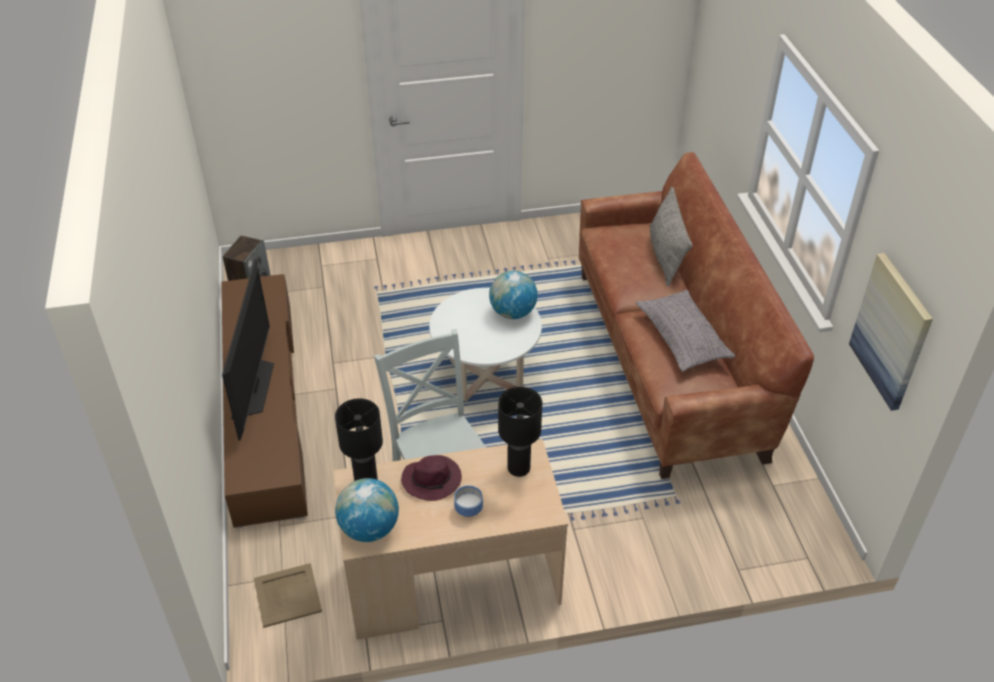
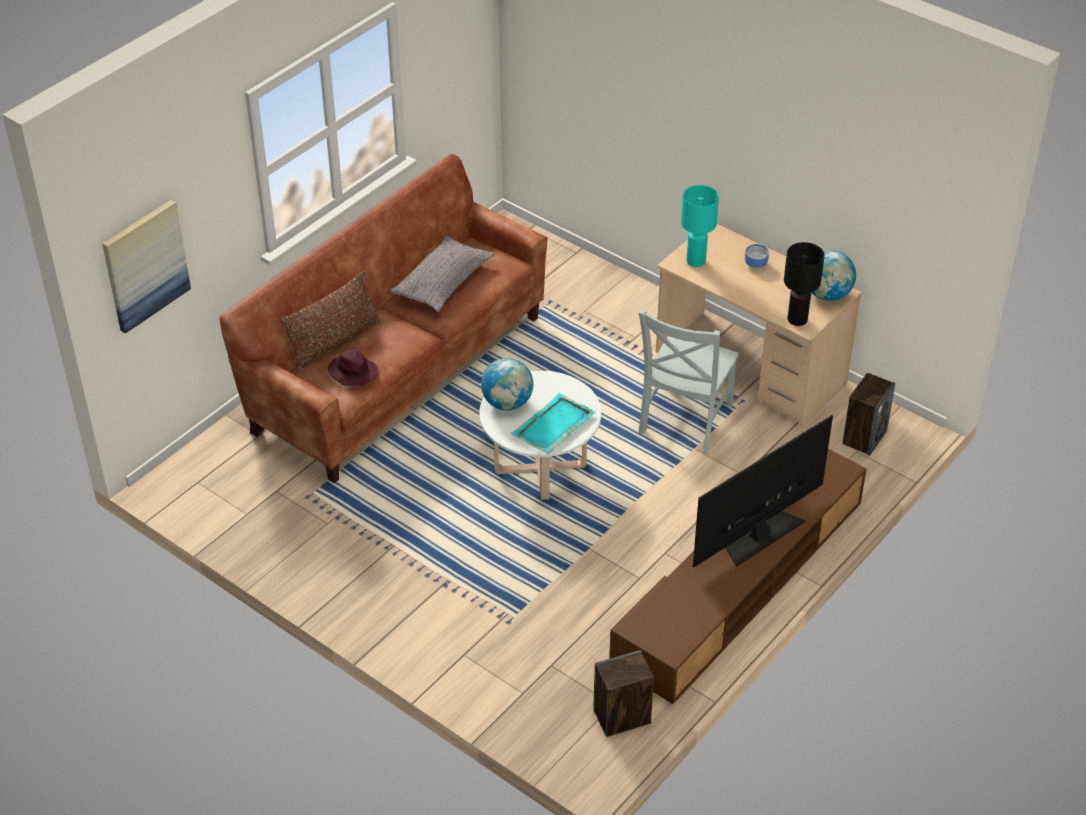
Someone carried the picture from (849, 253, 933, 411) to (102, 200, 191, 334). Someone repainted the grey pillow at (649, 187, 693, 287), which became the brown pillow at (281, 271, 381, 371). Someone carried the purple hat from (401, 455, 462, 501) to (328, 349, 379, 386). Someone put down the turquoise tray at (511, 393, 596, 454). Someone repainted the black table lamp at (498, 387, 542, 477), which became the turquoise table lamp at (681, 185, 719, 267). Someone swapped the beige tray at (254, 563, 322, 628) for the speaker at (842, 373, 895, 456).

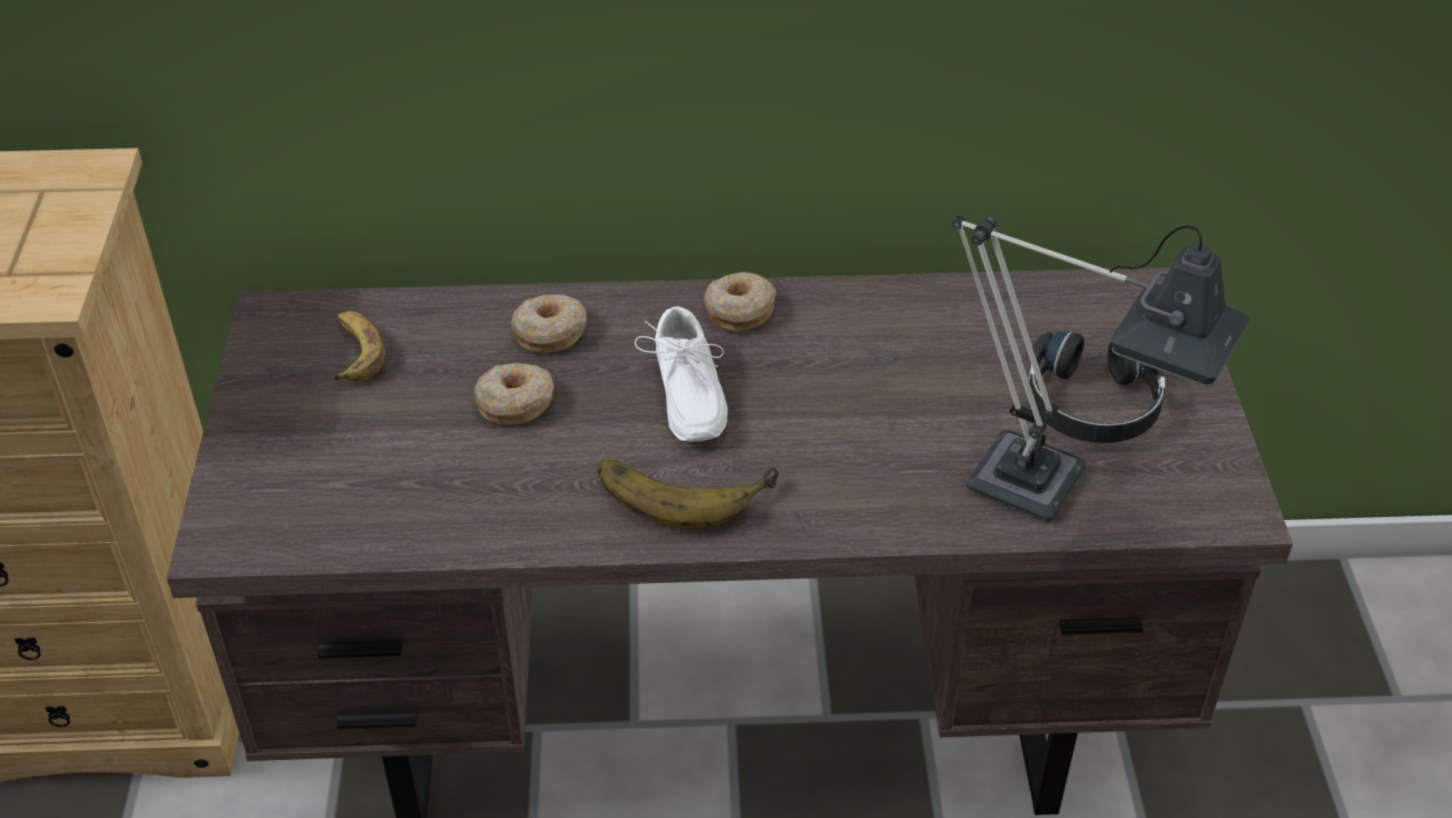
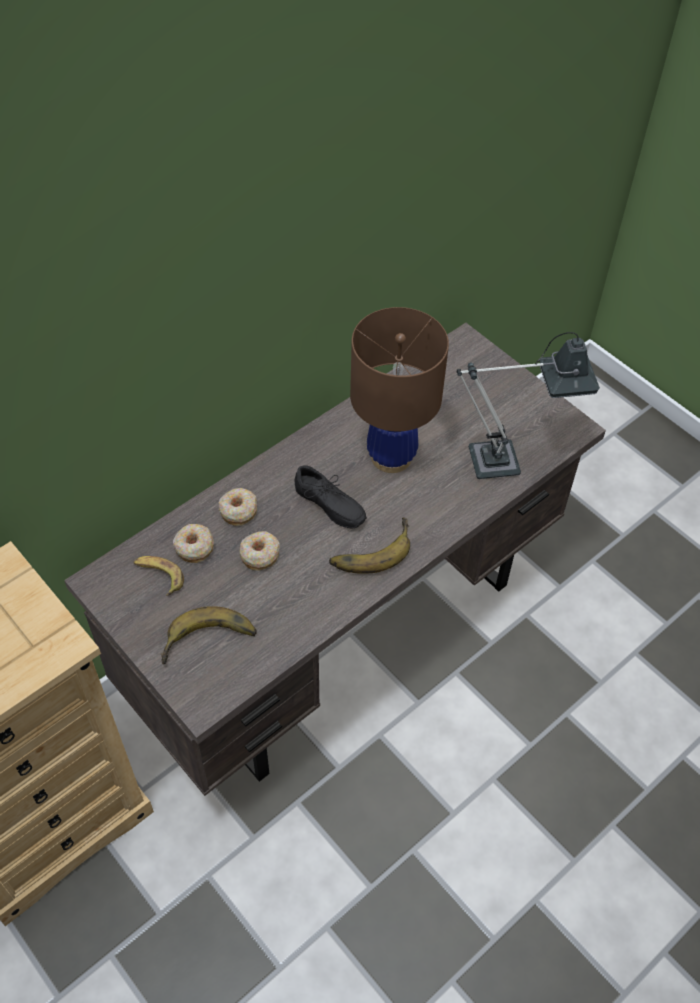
Someone put down the banana at (161, 606, 257, 664). Someone carried the donut from (704, 272, 776, 332) to (173, 524, 214, 563). Someone repainted the white shoe at (635, 307, 728, 442), which became the black shoe at (295, 465, 367, 528). Someone put down the brown table lamp at (350, 307, 449, 473). Someone took away the black headphones at (1029, 331, 1165, 443).

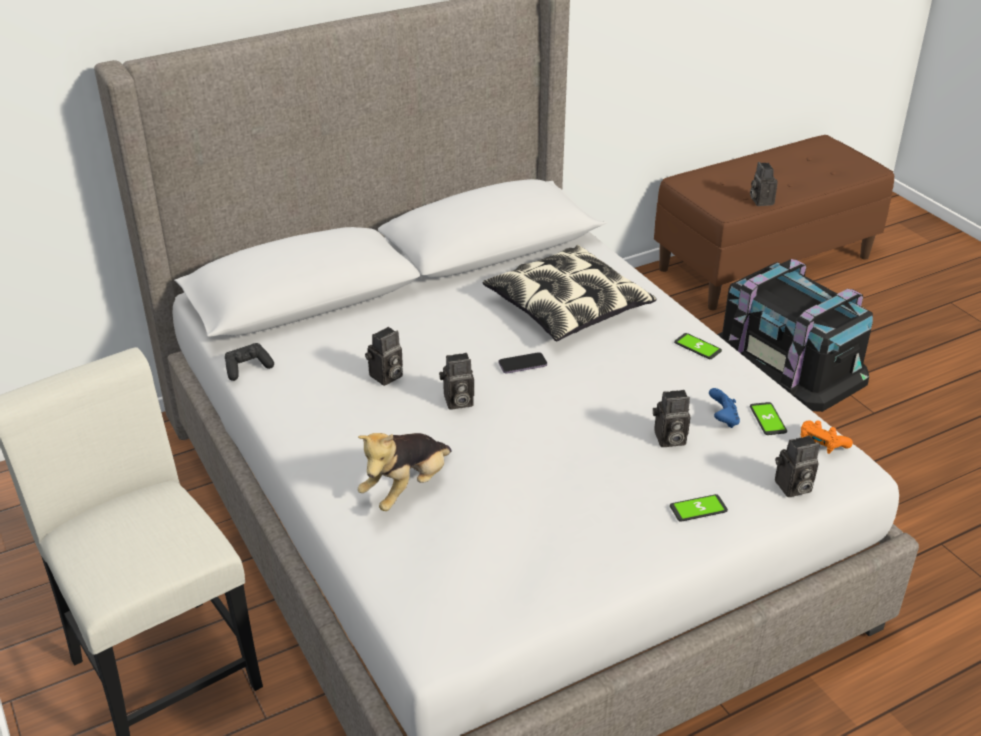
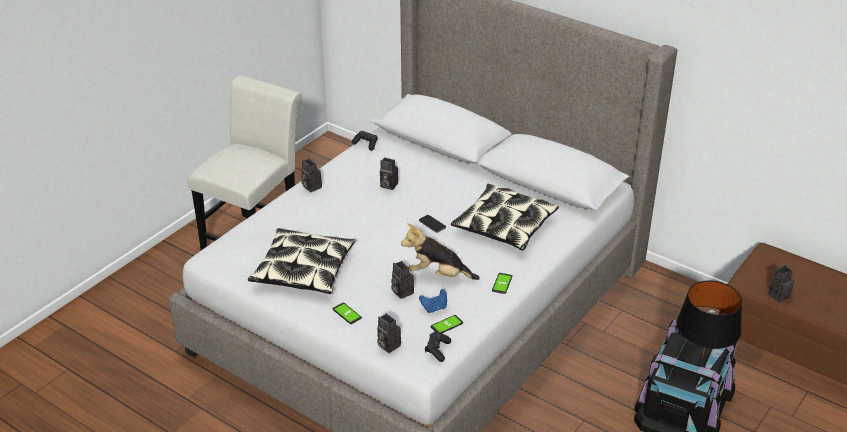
Someone put down the pillow at (248, 228, 356, 294). Someone carried the photo camera from (439, 353, 474, 410) to (301, 159, 322, 192). Someone carried the plush toy from (358, 433, 452, 511) to (401, 223, 480, 280). Someone repainted the orange game controller at (801, 420, 853, 454), which became the black game controller at (425, 332, 451, 362). Someone put down the black table lamp at (676, 281, 742, 358).

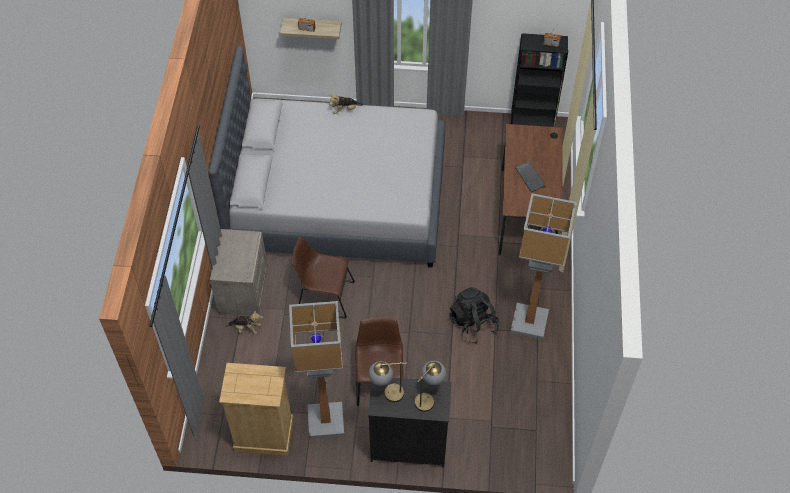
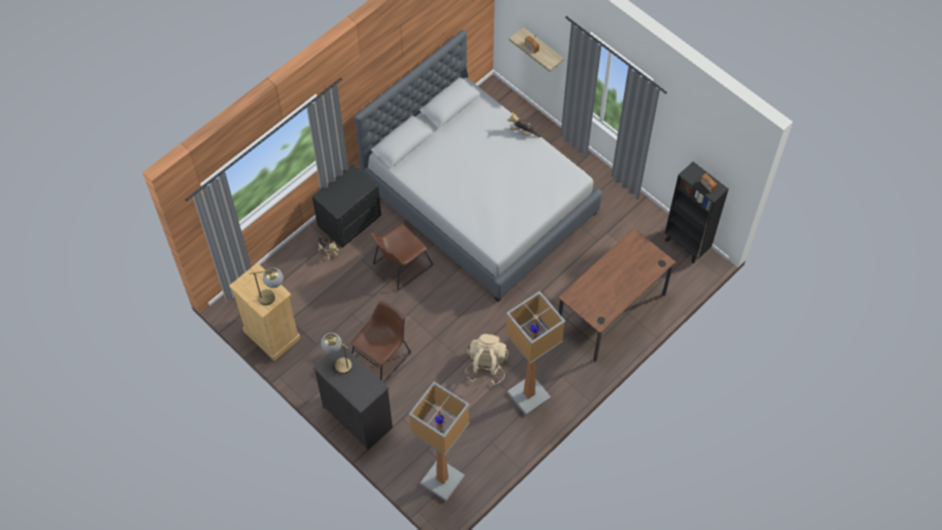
Someone carried the table lamp from (415, 361, 446, 412) to (249, 268, 283, 305). Someone repainted the beige nightstand at (210, 229, 268, 316), which became the black nightstand at (312, 163, 381, 248). Someone rotated the brown chair at (292, 237, 355, 319) by 90 degrees counterclockwise. Someone carried the floor lamp from (289, 301, 344, 439) to (409, 382, 470, 502). Someone repainted the black backpack at (450, 287, 499, 344), which became the beige backpack at (465, 334, 508, 385). Someone took away the keyboard at (515, 161, 546, 192).

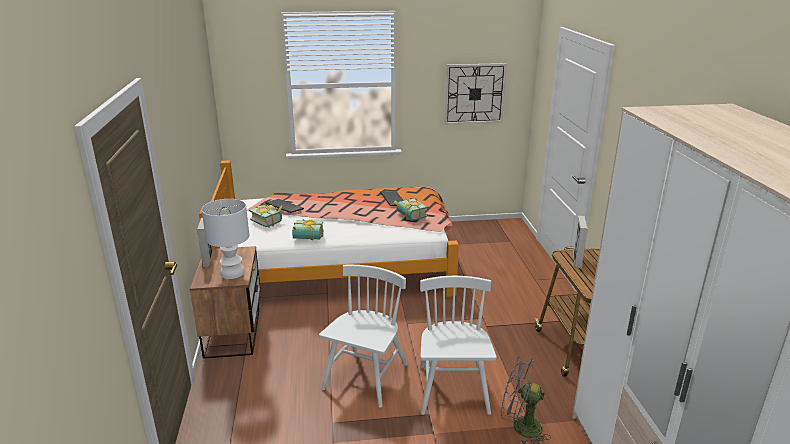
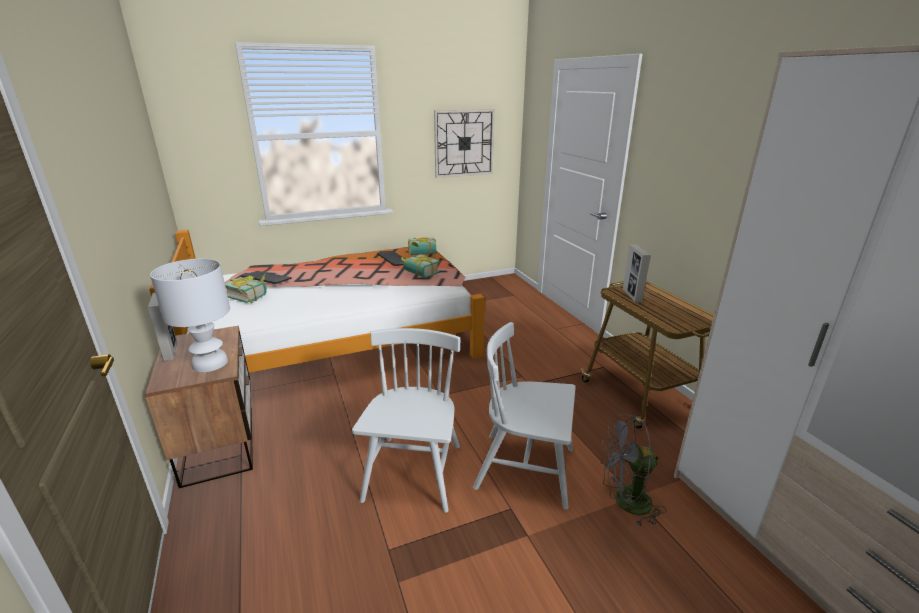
Someone carried the book from (292, 219, 324, 240) to (408, 238, 436, 255). Someone rotated the white chair at (420, 276, 497, 415) by 60 degrees counterclockwise.

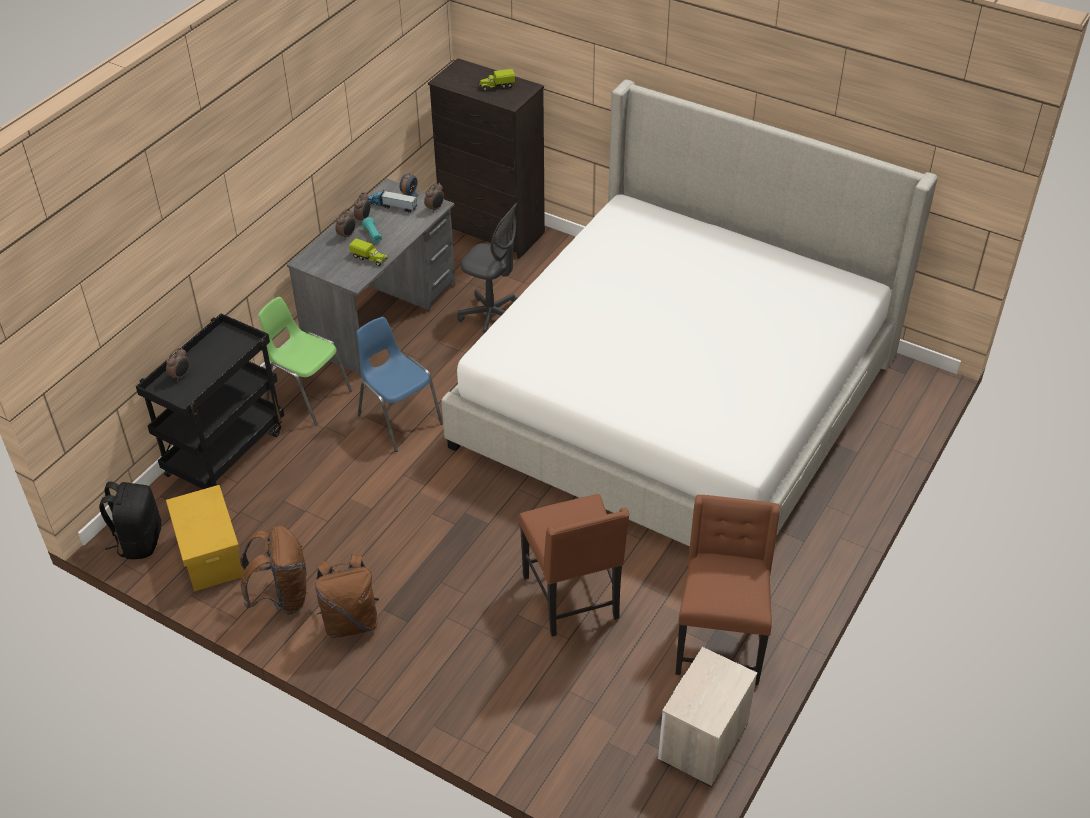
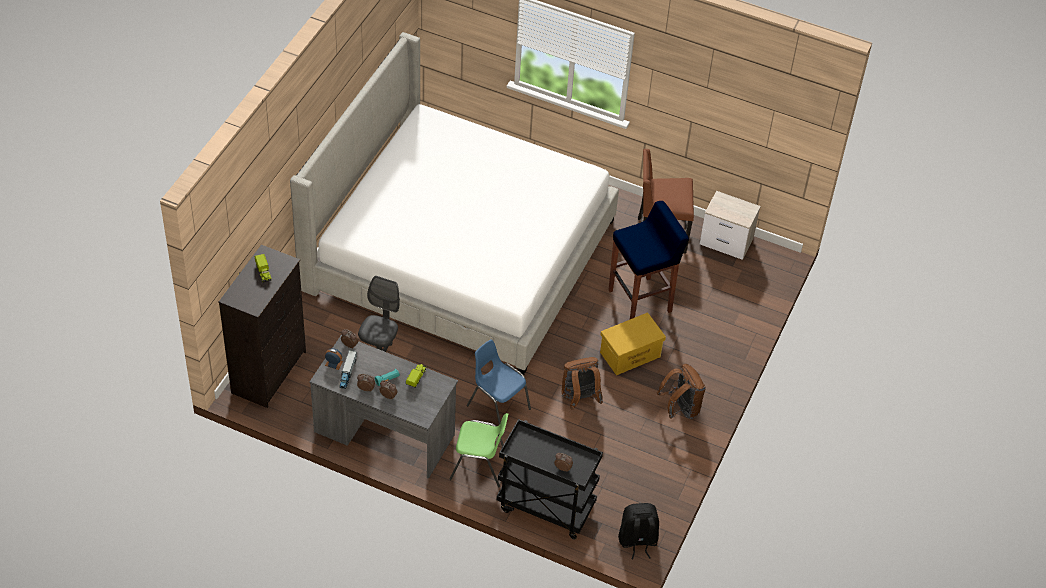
Someone rotated the green chair at (258, 297, 352, 426) by 105 degrees counterclockwise. Someone rotated the blue chair at (356, 317, 443, 452) by 90 degrees clockwise. Someone carried the brown backpack from (240, 526, 308, 614) to (562, 357, 603, 410). Someone carried the yellow storage box from (166, 485, 243, 591) to (600, 312, 666, 375). Someone swapped the brown chair at (519, 494, 630, 637) for the blue stool at (608, 201, 689, 319).

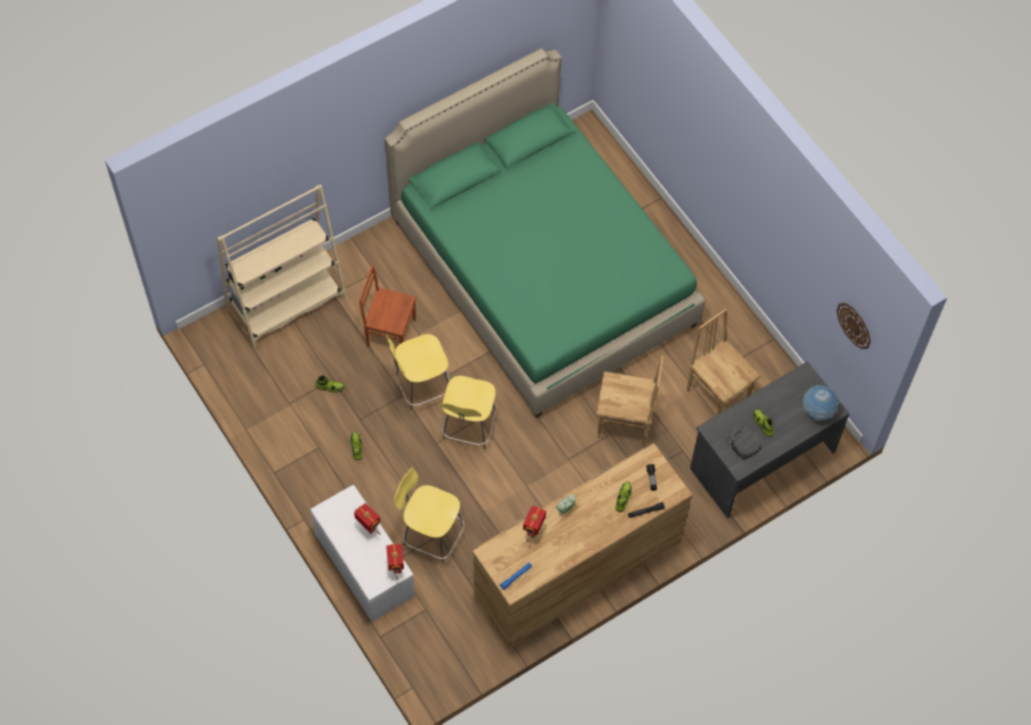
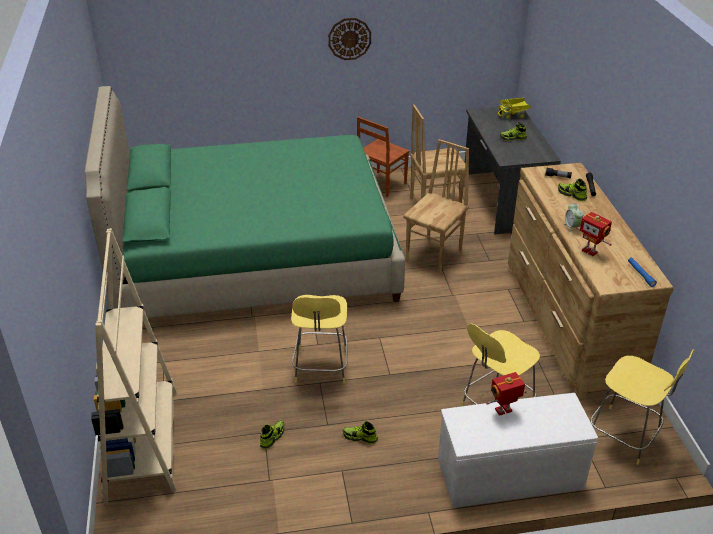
Someone carried the wall clock from (836, 303, 871, 349) to (328, 18, 371, 60). Someone carried the brown chair from (359, 264, 416, 347) to (357, 117, 409, 197). Someone swapped the globe at (803, 385, 839, 421) for the toy truck at (497, 98, 531, 120). Someone carried the yellow stool from (441, 376, 497, 452) to (590, 349, 695, 465). Someone took away the toy robot at (386, 544, 404, 579). Someone took away the black cap at (726, 425, 762, 460).

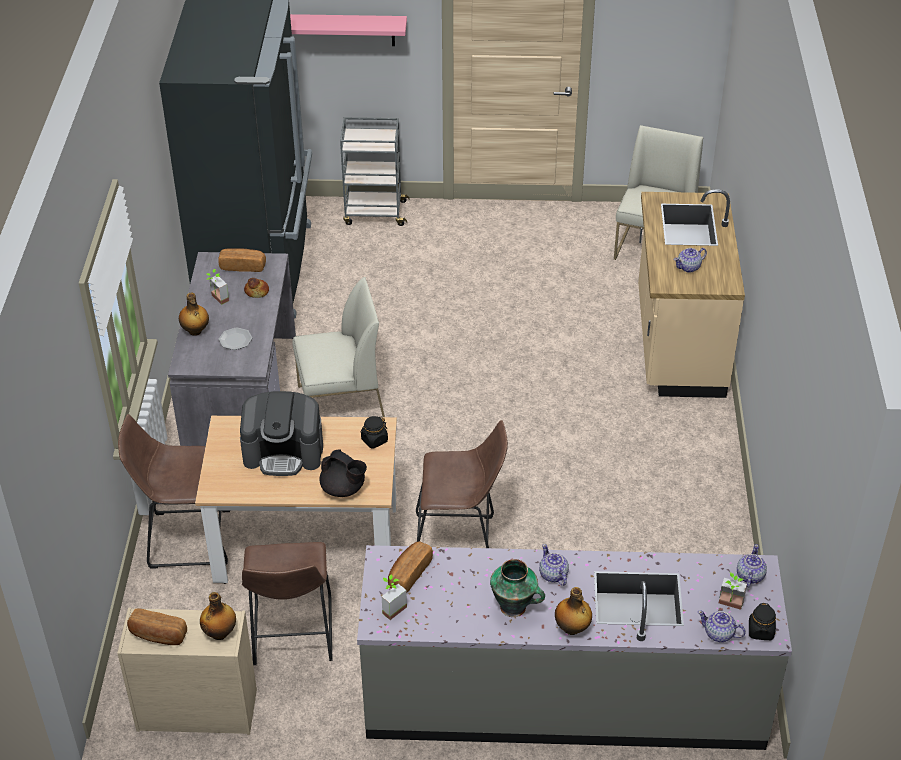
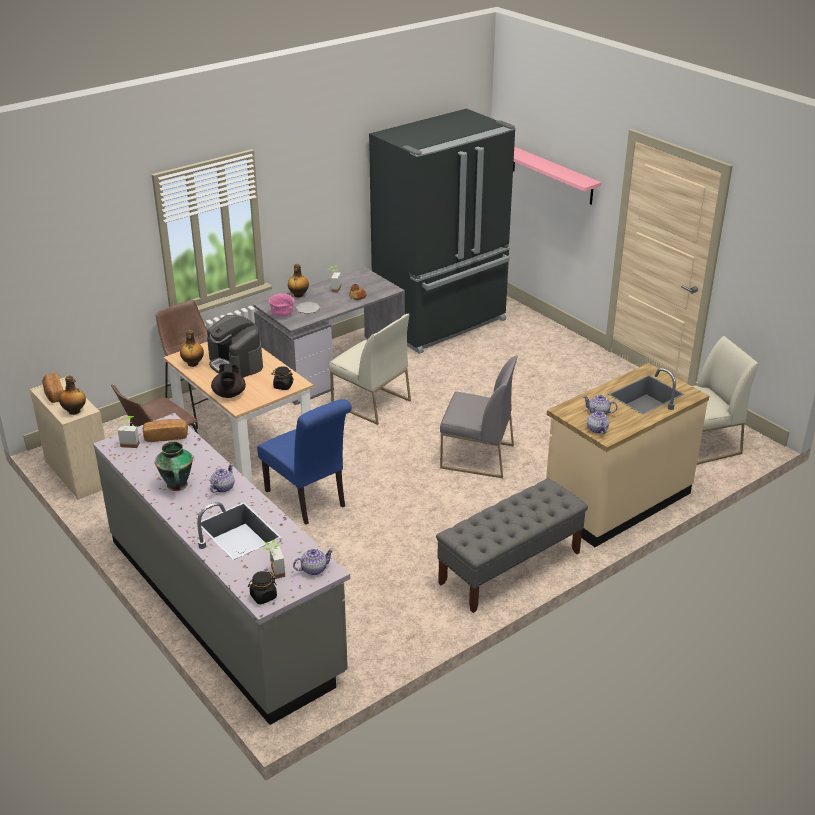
Someone carried the bottle from (555, 587, 592, 635) to (180, 330, 204, 367). Someone swapped the brown stool at (416, 420, 508, 548) for the blue chair at (257, 399, 352, 525). Someone put down the pink bowl at (269, 294, 294, 317). Someone put down the grey bench at (436, 478, 588, 613). Someone put down the grey chair at (440, 355, 518, 478). Someone carried the teapot from (698, 610, 746, 642) to (587, 407, 609, 434). Someone took away the bread at (218, 248, 266, 272). Someone took away the grey cart at (340, 117, 409, 226).

